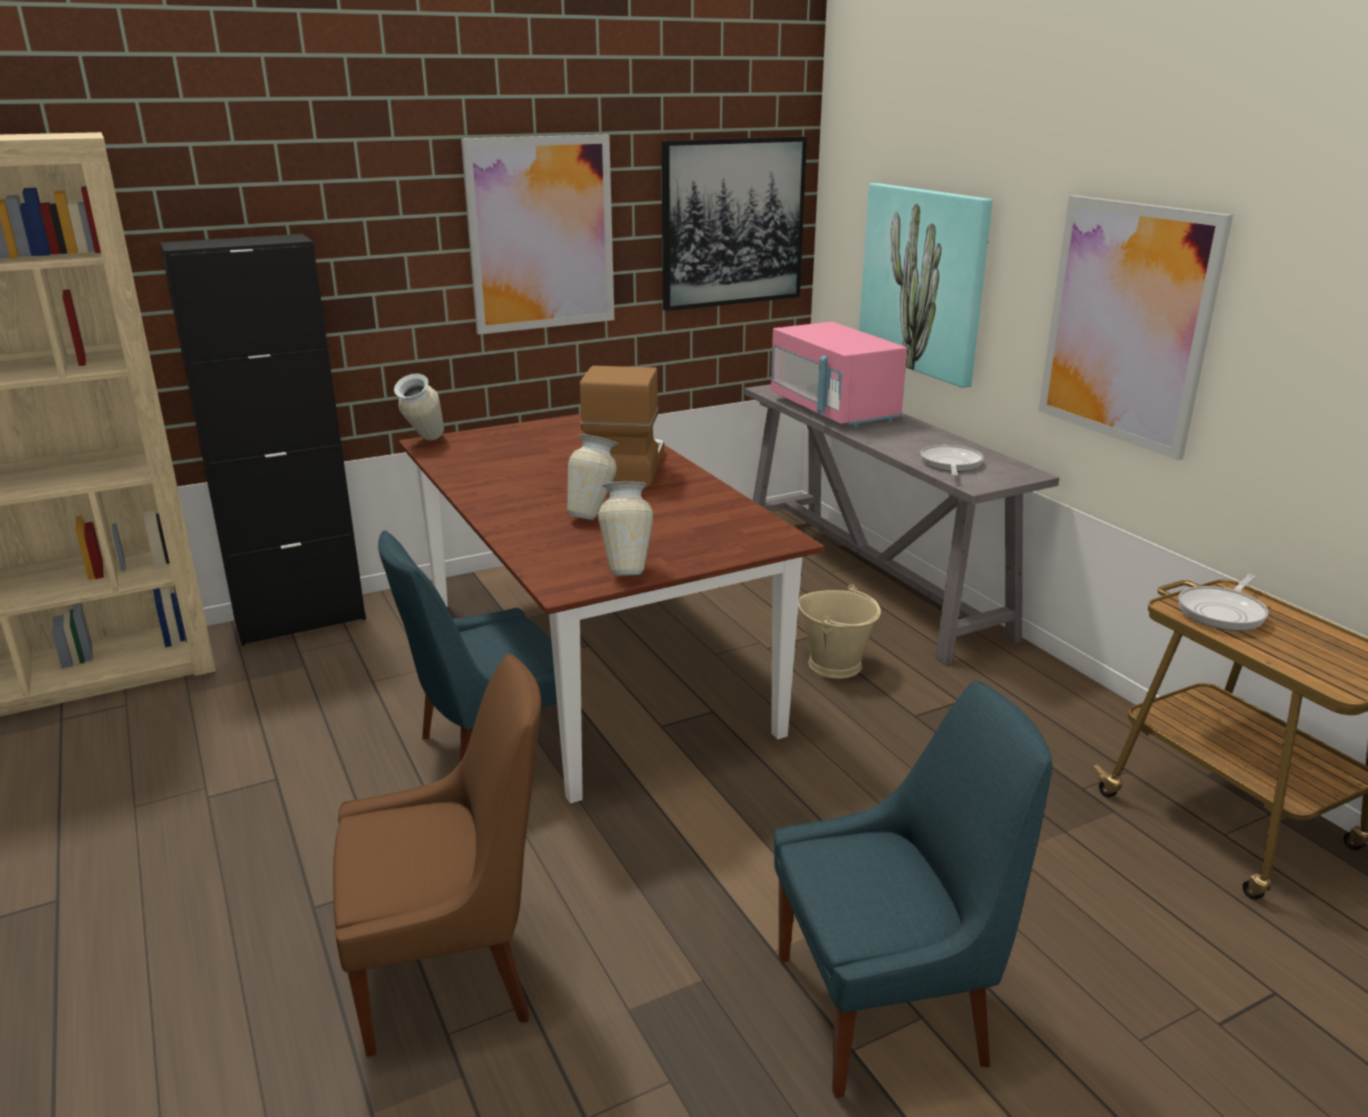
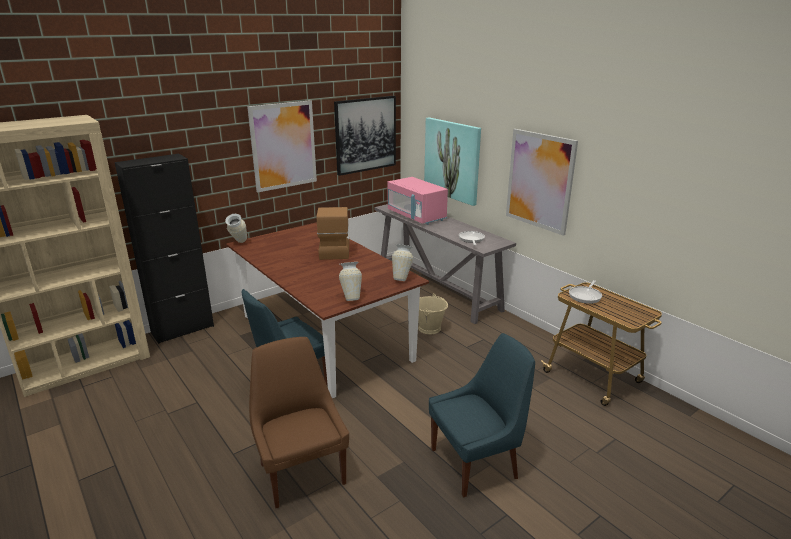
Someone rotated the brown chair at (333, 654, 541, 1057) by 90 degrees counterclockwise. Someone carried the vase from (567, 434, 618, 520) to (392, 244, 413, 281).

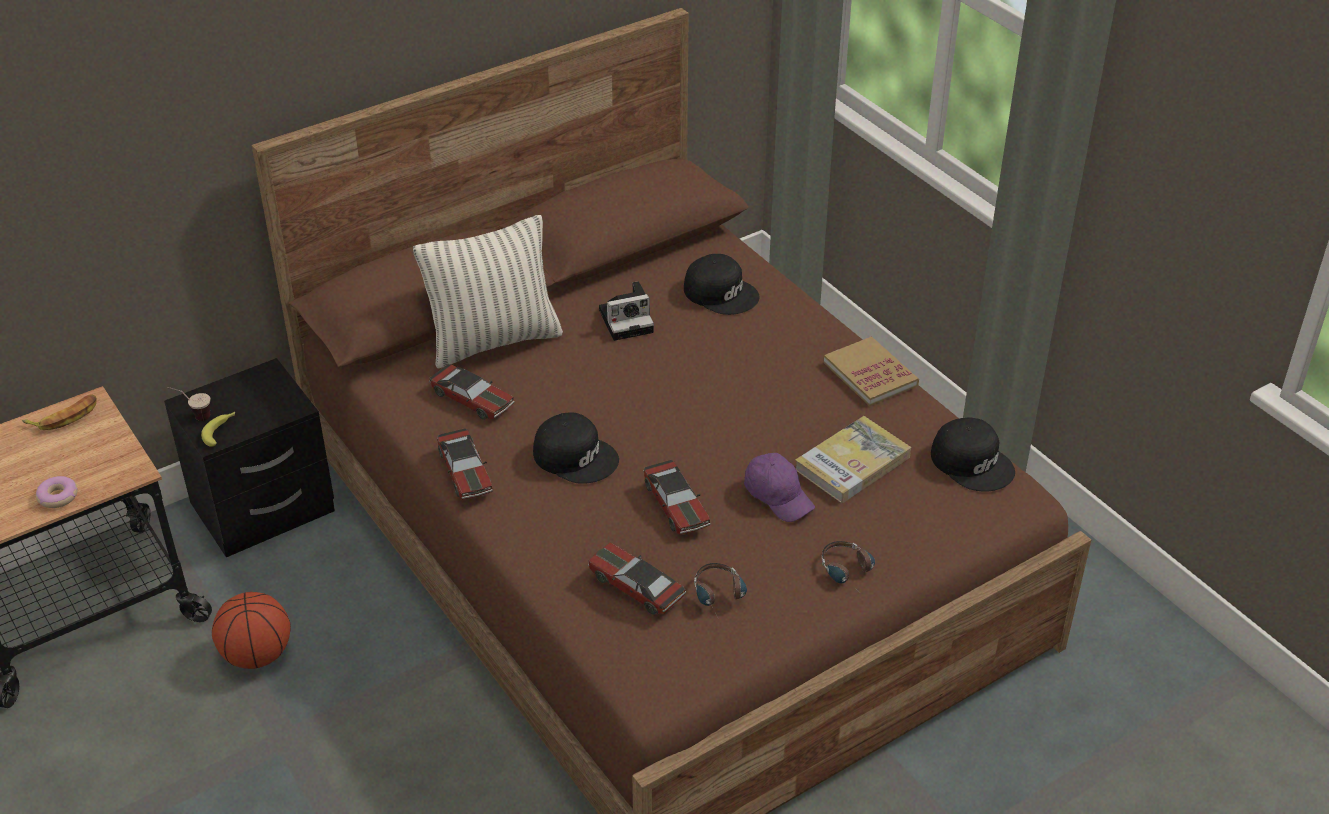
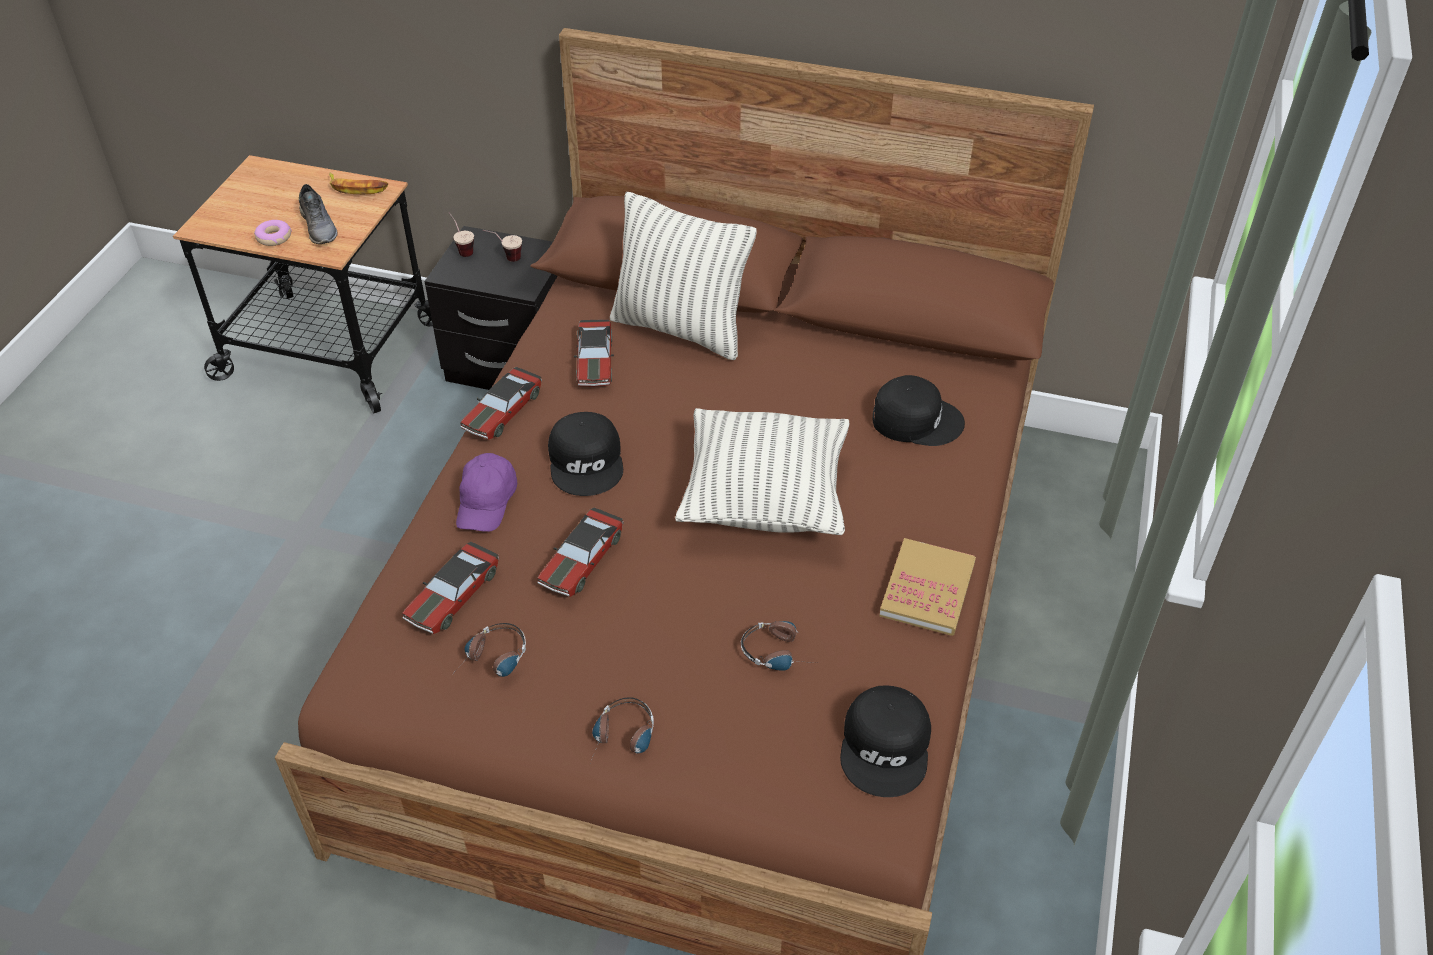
Someone put down the grey shoe at (299, 184, 337, 244). Someone rotated the toy car at (588, 543, 686, 615) by 150 degrees counterclockwise. Someone carried the purple cap from (744, 453, 815, 522) to (456, 453, 517, 532). Someone put down the cup at (483, 230, 522, 262). Someone put down the pillow at (675, 408, 849, 535). Someone swapped the book at (795, 416, 911, 503) for the headphones at (741, 621, 815, 671). Someone rotated the black cap at (684, 254, 760, 315) by 75 degrees counterclockwise. Someone took away the banana at (201, 412, 235, 447). Someone took away the basketball at (212, 592, 291, 669). Someone took away the photo camera at (599, 281, 654, 341).

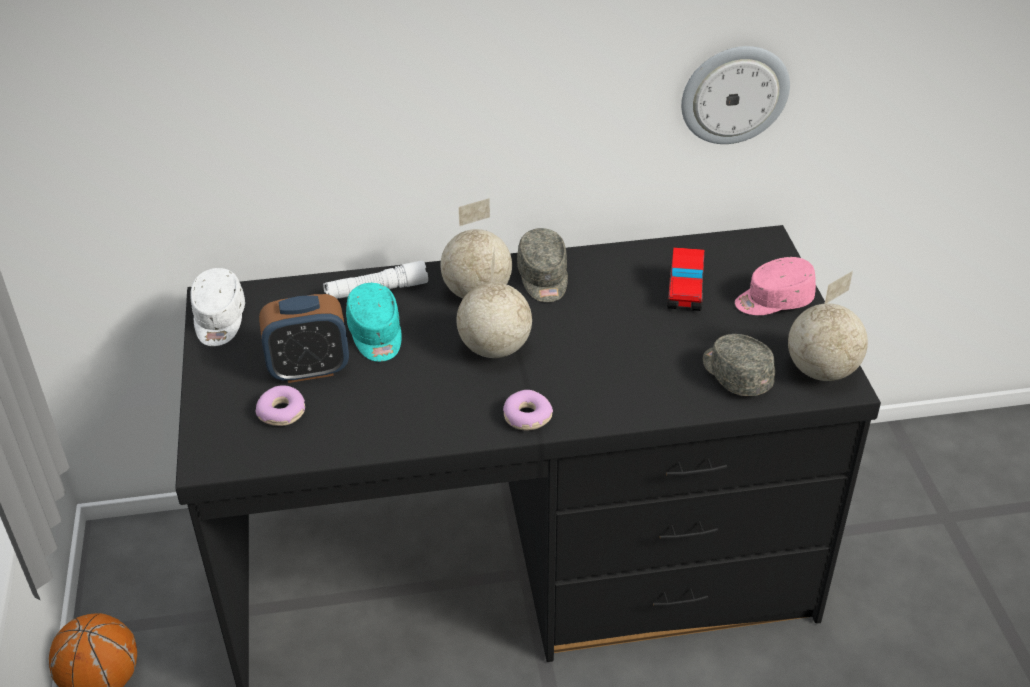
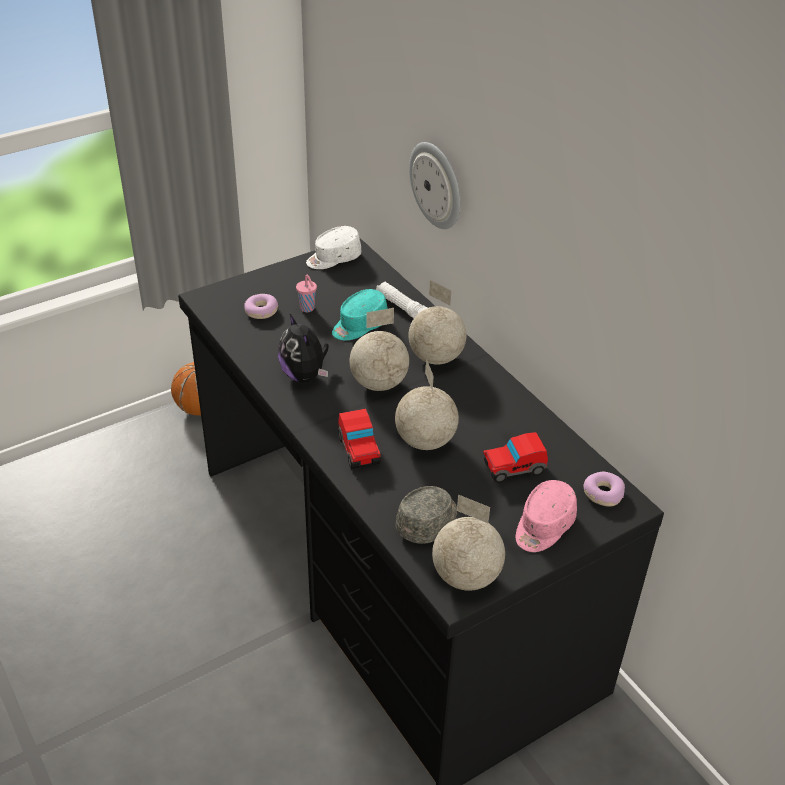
Someone put down the plush toy at (278, 314, 329, 383). Someone swapped the alarm clock at (259, 294, 349, 383) for the pink cup at (296, 275, 317, 312). Someone put down the toy car at (338, 409, 381, 469). Someone put down the globe at (395, 358, 459, 450). Someone carried the wall clock from (681, 46, 790, 144) to (409, 142, 460, 229). Someone rotated the pink cap at (735, 257, 816, 315) by 105 degrees counterclockwise. Someone carried the donut from (503, 390, 553, 430) to (583, 472, 625, 507). Someone took away the grey cap at (517, 228, 568, 302).

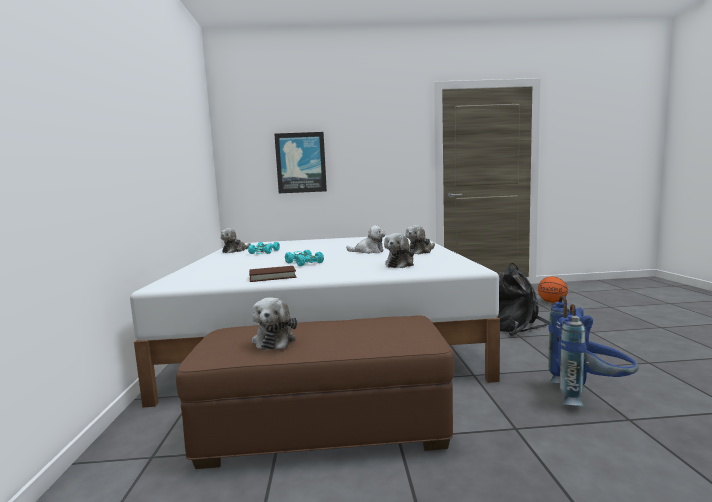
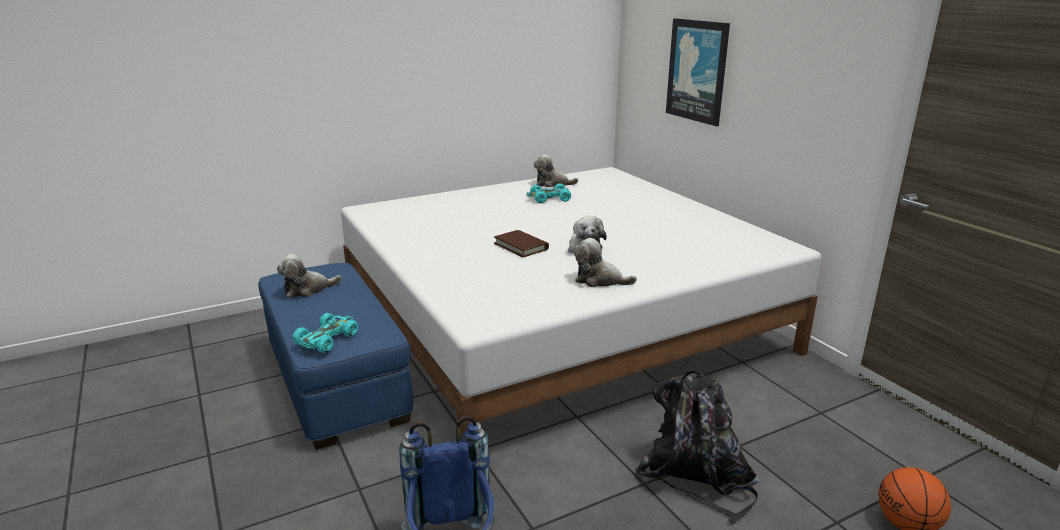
Someone repainted the brown ottoman at (176, 315, 455, 469), which became the blue ottoman at (258, 263, 414, 450). Someone carried the turquoise toy car from (285, 250, 324, 266) to (292, 313, 358, 353). Someone carried the brown book from (249, 266, 297, 282) to (494, 230, 549, 258). Someone took away the plush toy at (384, 233, 415, 268).

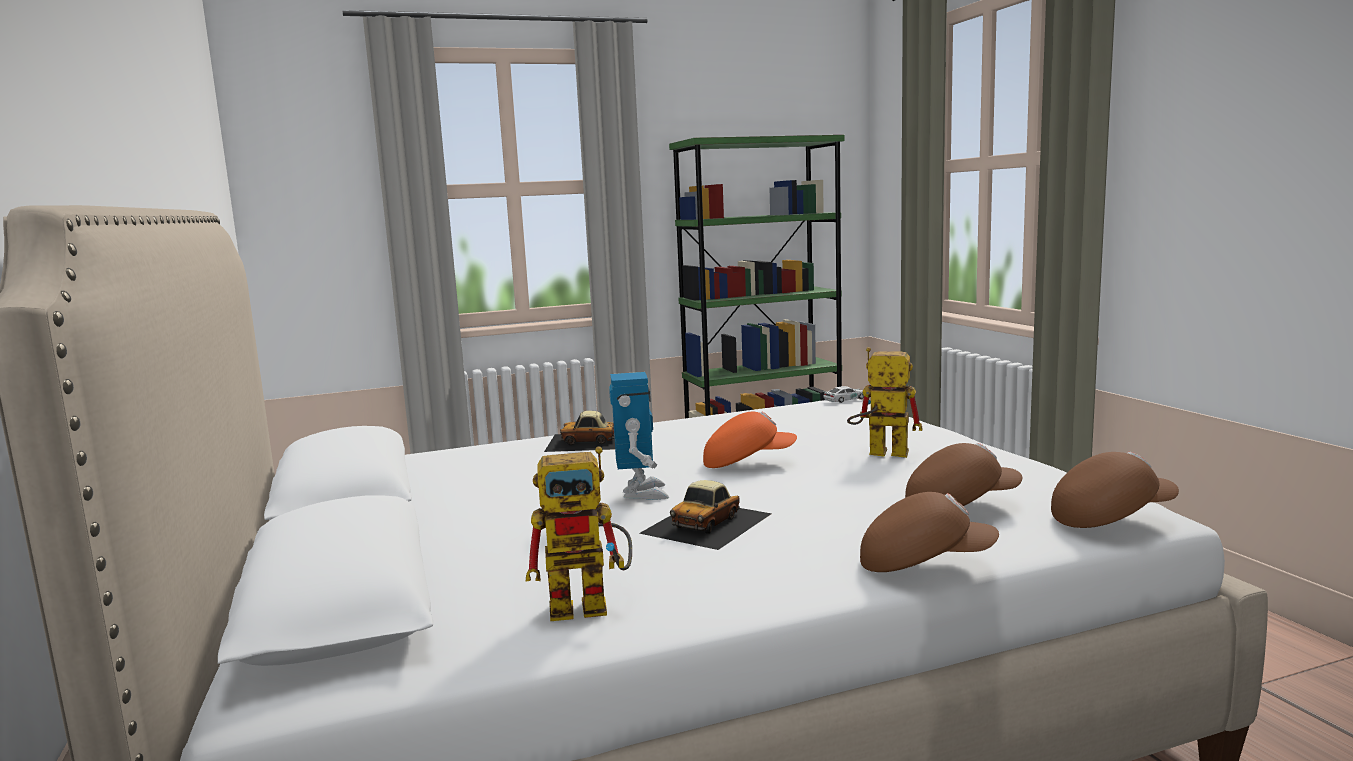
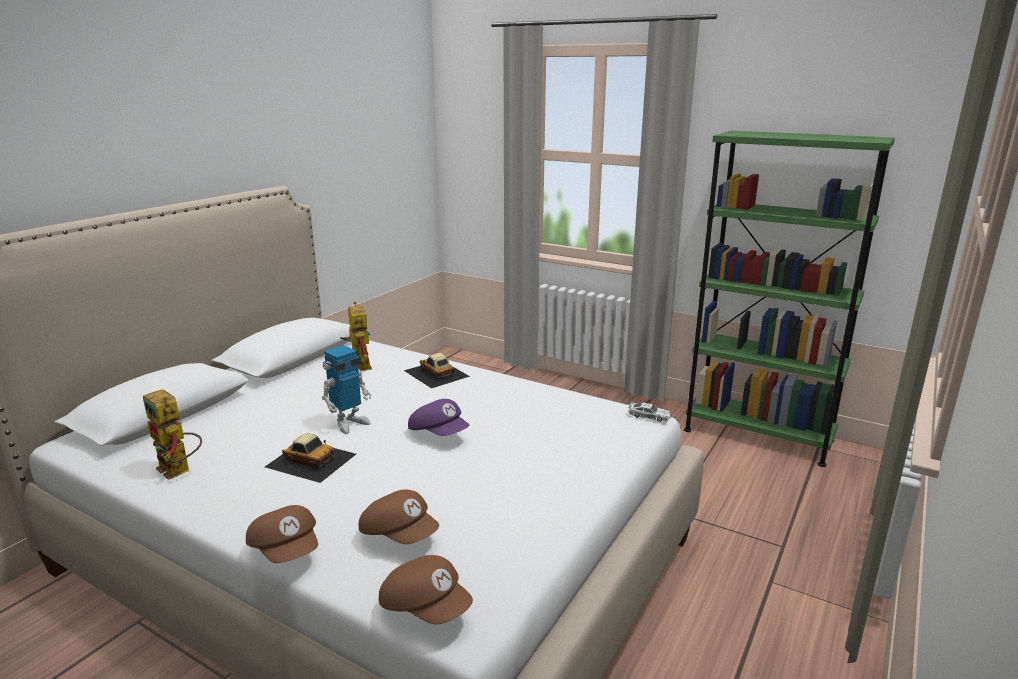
Someone rotated the toy car at (639, 480, 772, 550) by 150 degrees counterclockwise. Someone carried the toy robot from (847, 347, 923, 458) to (340, 301, 372, 371). Someone repainted the orange cap at (703, 411, 797, 468), which became the purple cap at (408, 399, 469, 436).

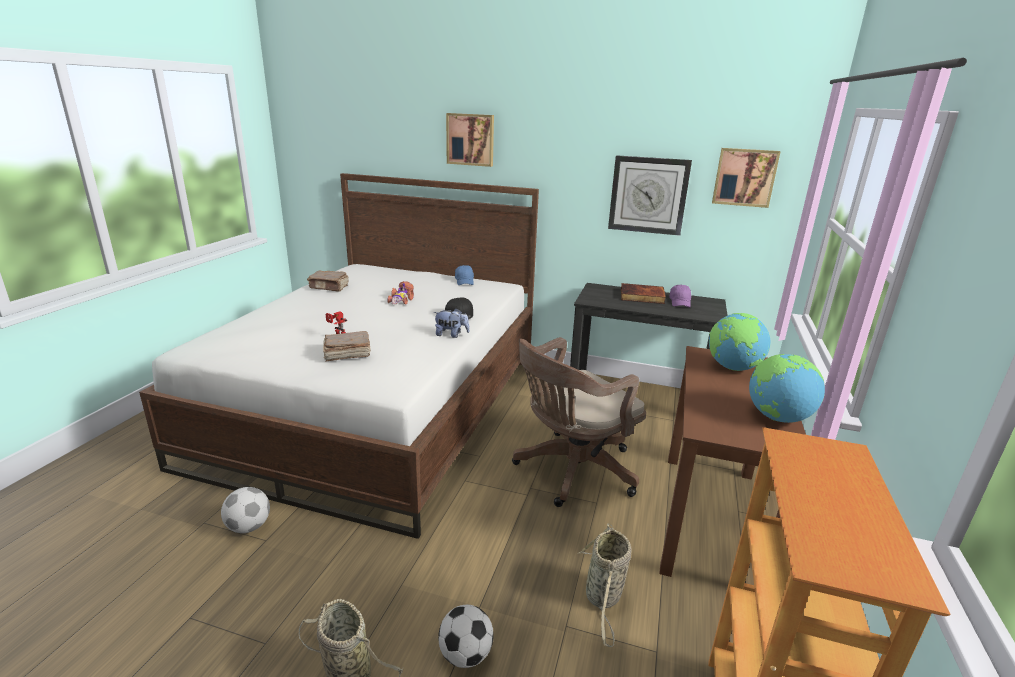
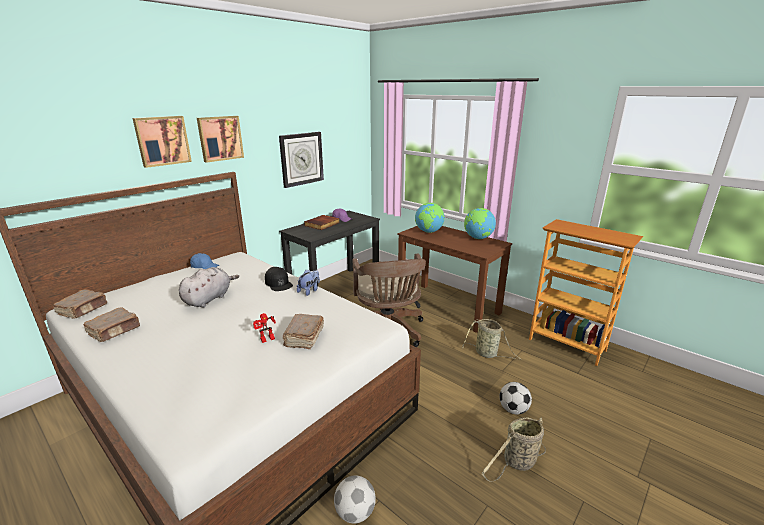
Someone put down the brown book at (53, 289, 107, 319). Someone swapped the toy car at (387, 281, 414, 305) for the grey plush toy at (179, 267, 239, 307). Someone carried the picture from (712, 148, 781, 208) to (197, 116, 244, 163).

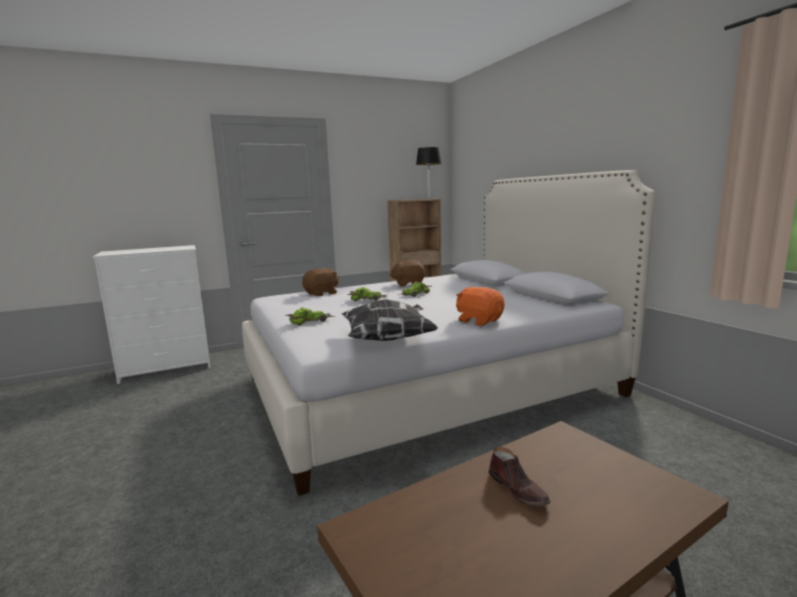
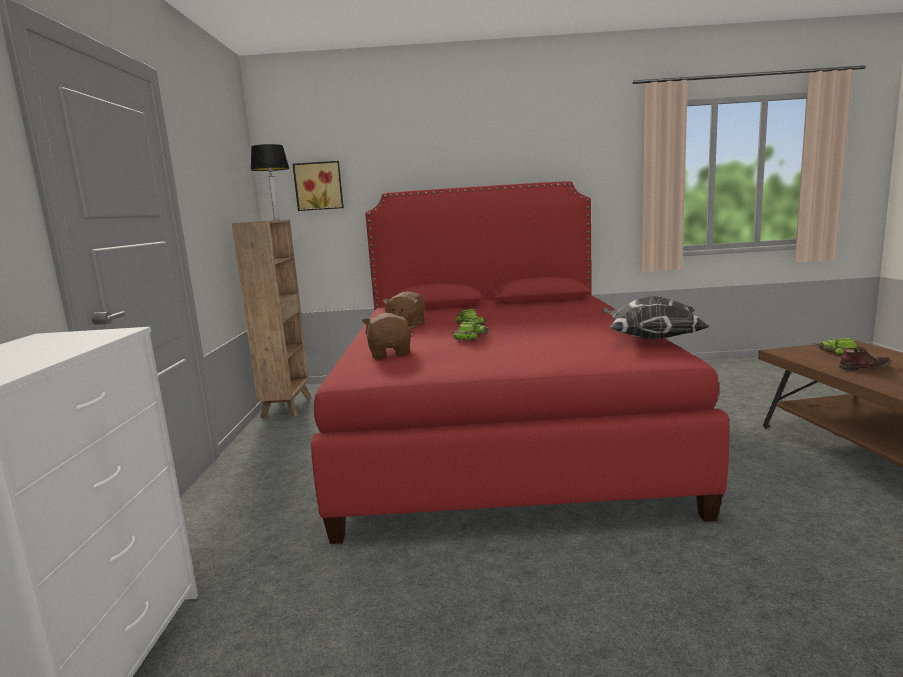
Someone put up the picture at (292, 161, 344, 211). Someone repainted the white bed at (242, 170, 656, 496), which became the red bed at (311, 181, 730, 544). Someone carried the toy car from (285, 308, 334, 326) to (814, 338, 867, 356). Someone took away the orange plush toy at (456, 287, 505, 326).

